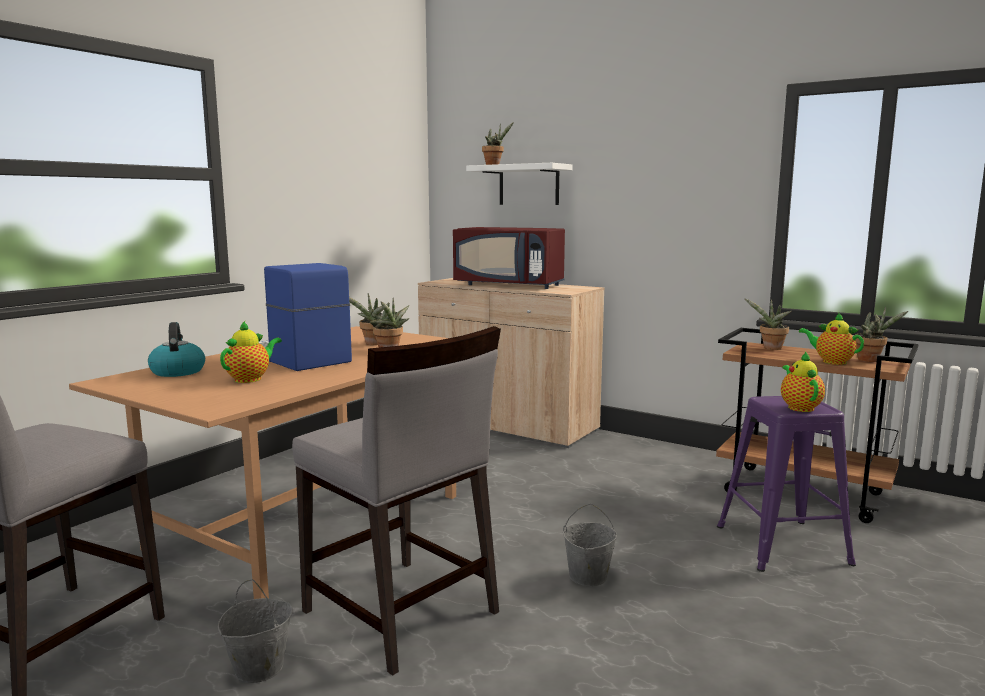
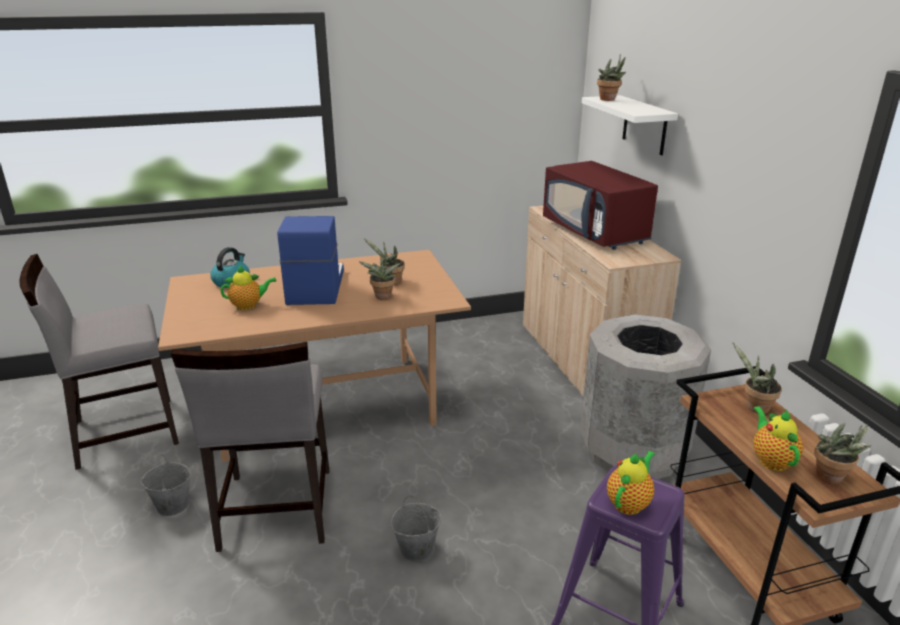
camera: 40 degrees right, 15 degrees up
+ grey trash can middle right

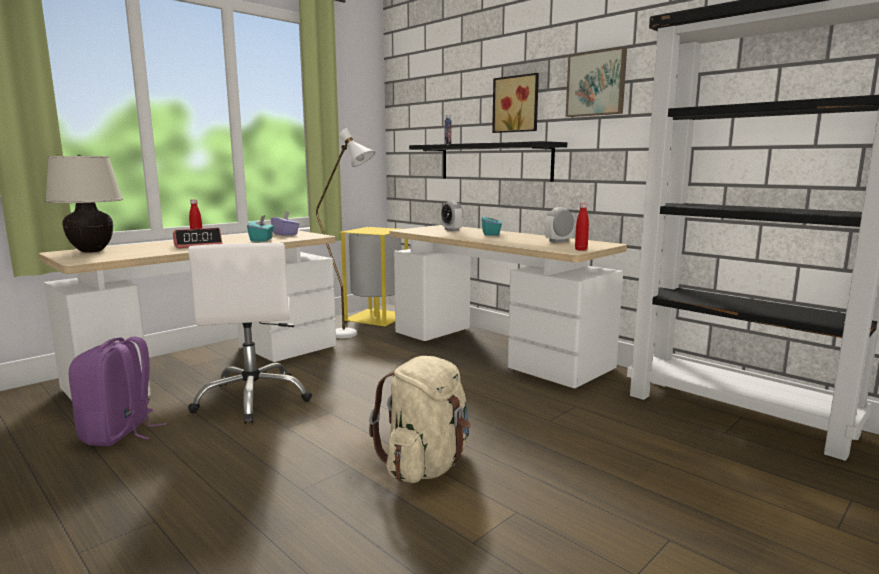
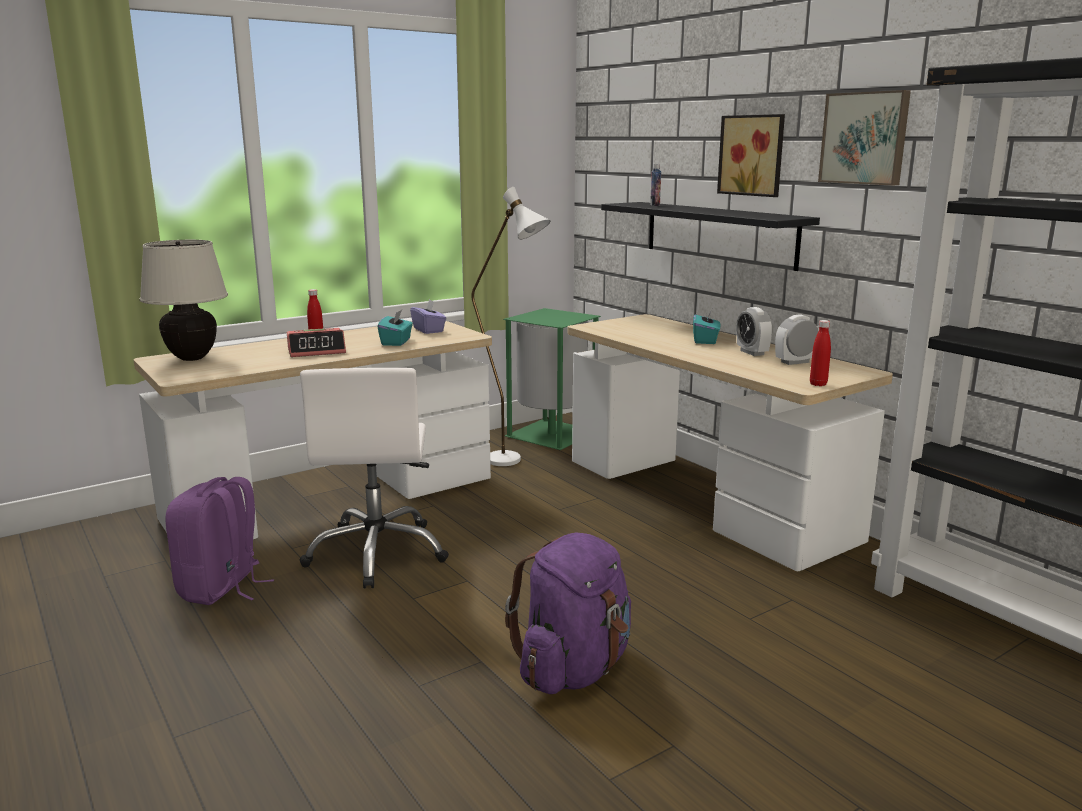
camera: 10 degrees right, 5 degrees up
~ yellow trash can centre to green trash can centre
~ beige backpack bottom centre to purple backpack (no. 2 from left) bottom centre
~ alarm clock (no. 2 from left) centre to middle right

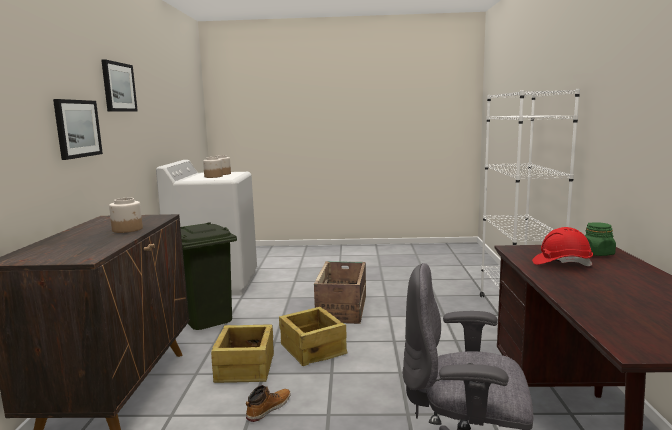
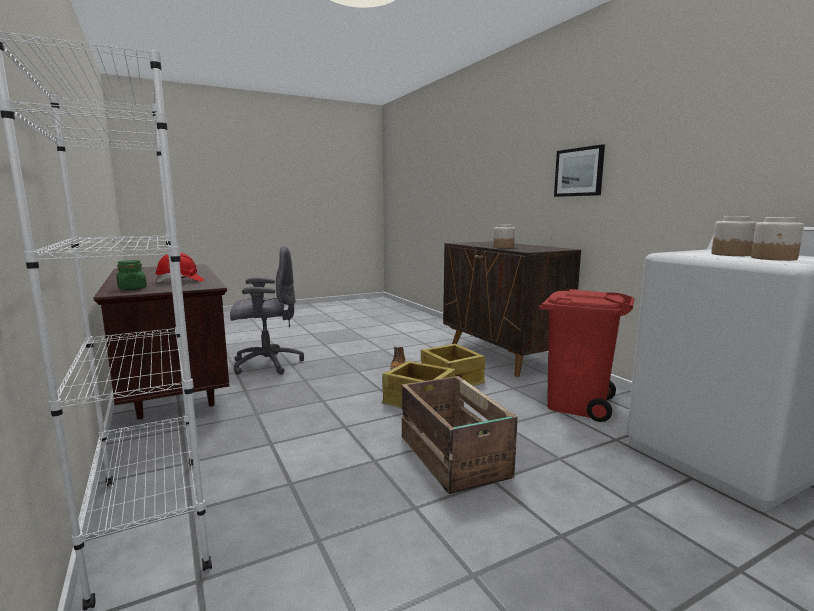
camera: 150 degrees right, 0 degrees up
- picture (no. 2 from left) top left
~ green trash can middle left to red trash can middle right

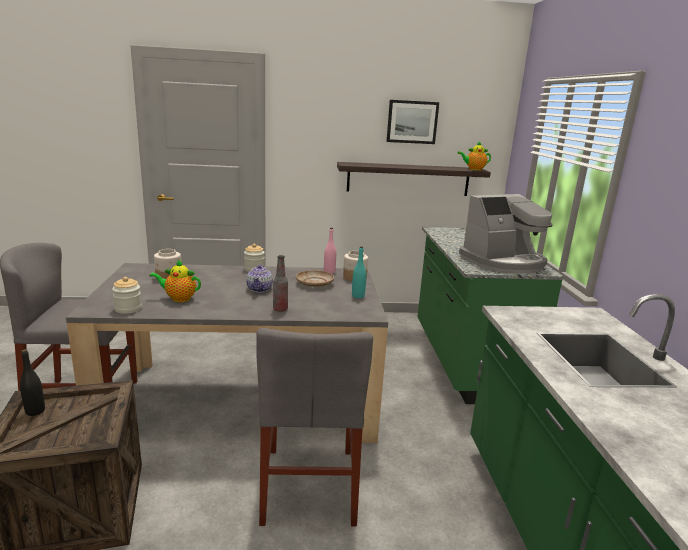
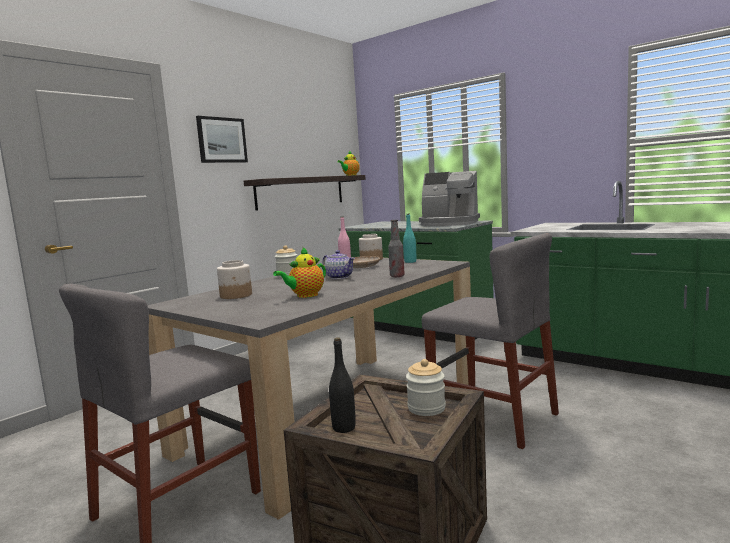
camera: 45 degrees left, 10 degrees down
~ jar (no. 1 from left in the first image) middle left to jar (no. 4 from left) bottom centre
~ picture top centre to top left
~ coffee machine middle right = centre 90 degrees clockwise

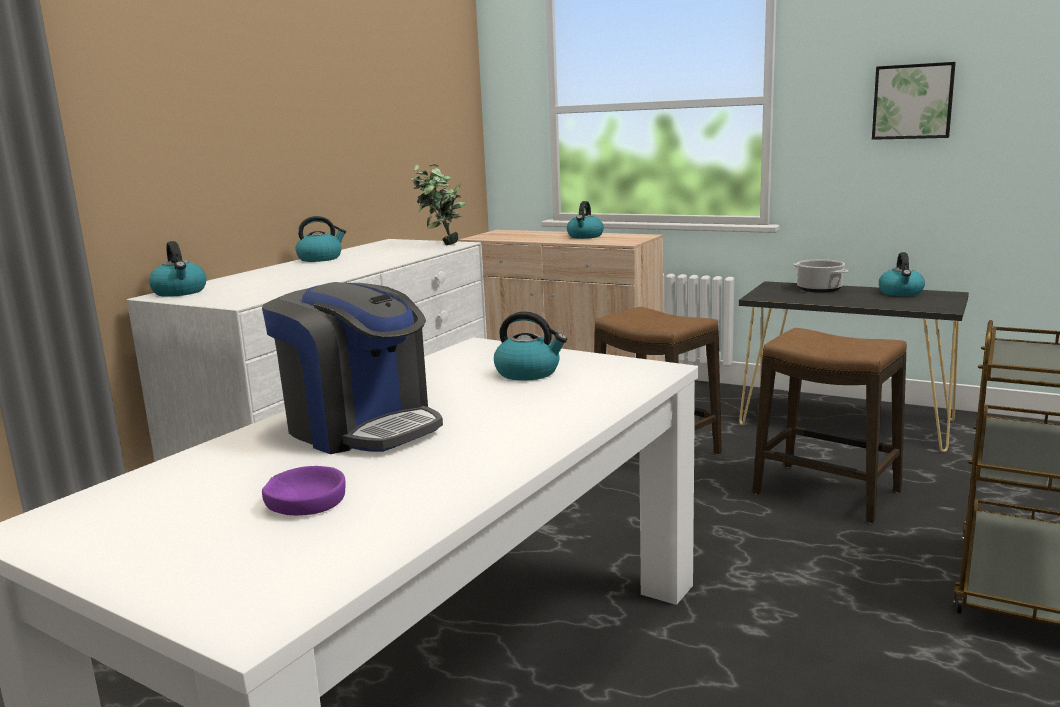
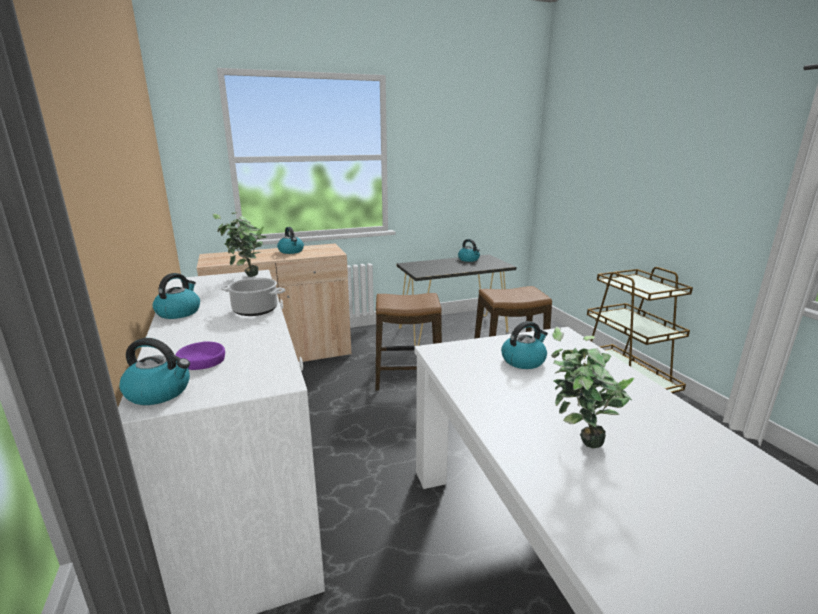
camera: 50 degrees left, 5 degrees up
~ coffee machine middle left to potted plant (no. 2 from left) middle right
~ purple bowl bottom left to middle left
~ cooking pot middle right to middle left
- picture top right

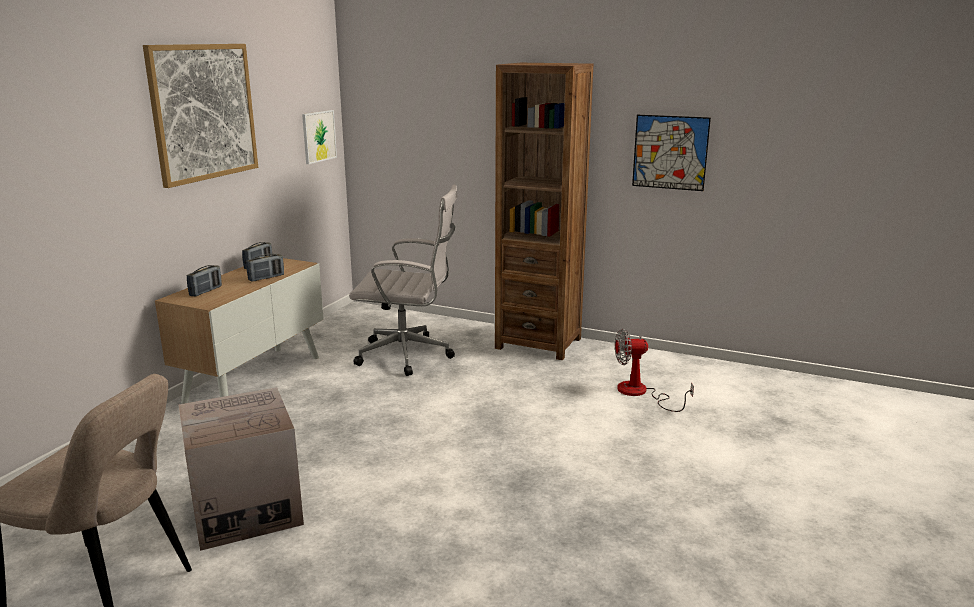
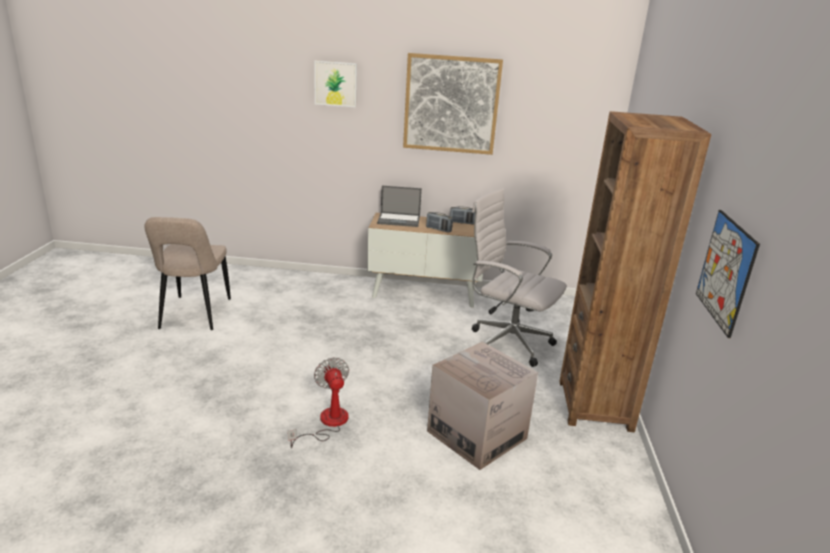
camera: 70 degrees right, 5 degrees up
~ cardboard box bottom left to bottom centre
~ radio (no. 1 from left) middle left to laptop centre
~ picture (no. 2 from left in the first image) top left to picture (no. 1 from left) top centre
~ white office chair centre = centre 135 degrees clockwise
~ fan middle right to bottom centre

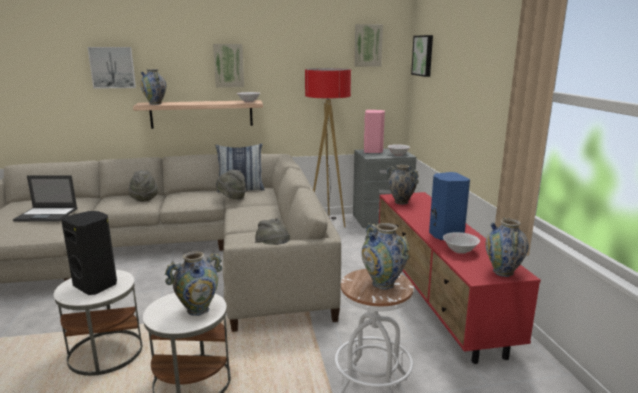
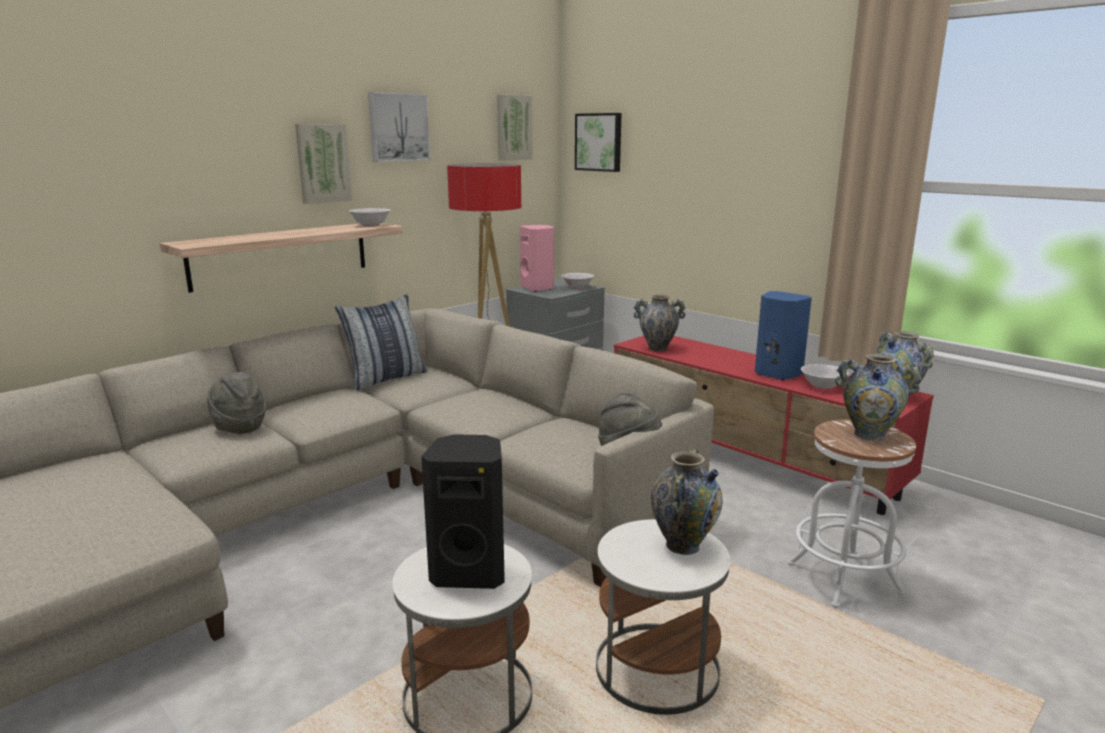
camera: 35 degrees left, 0 degrees up
- laptop middle left
~ picture (no. 1 from left in the first image) top left to picture (no. 2 from left) top centre
- vase (no. 1 from left) top left
- grey hat (no. 2 from left) centre

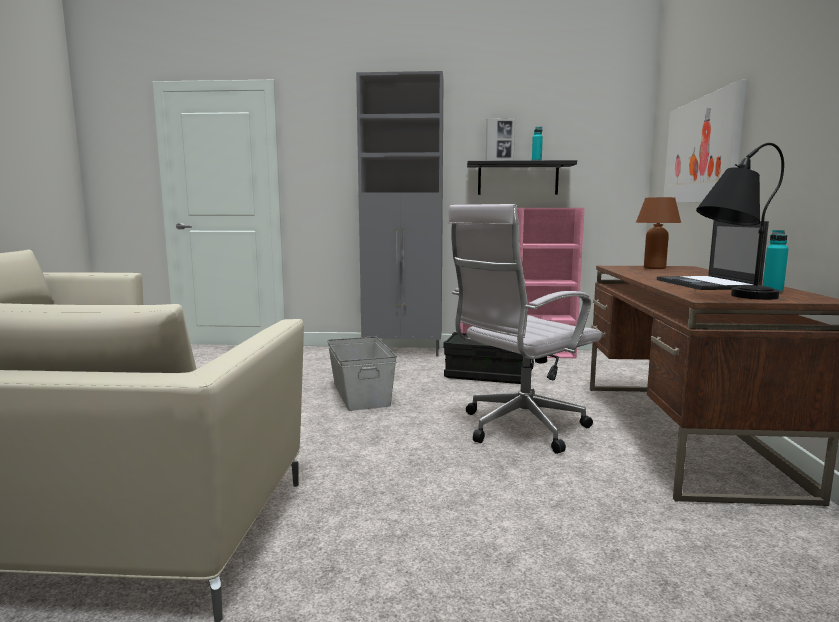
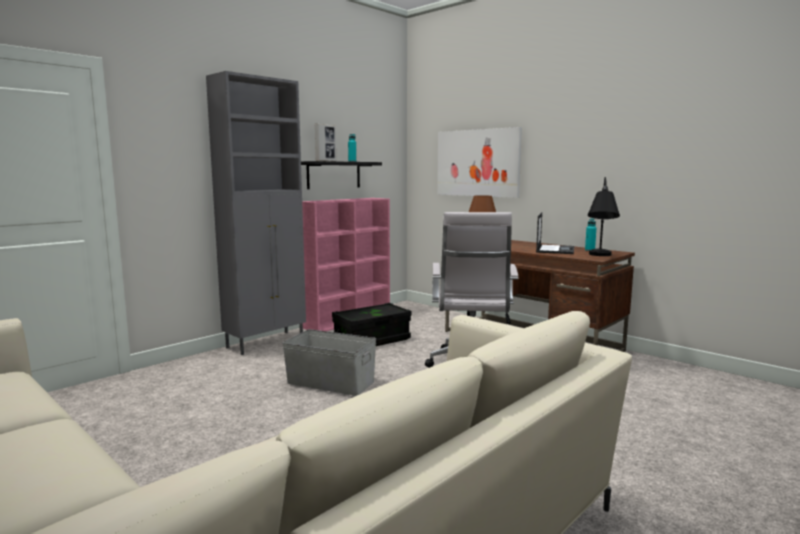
camera: 50 degrees left, 0 degrees up
~ laptop middle right = middle right 105 degrees counterclockwise

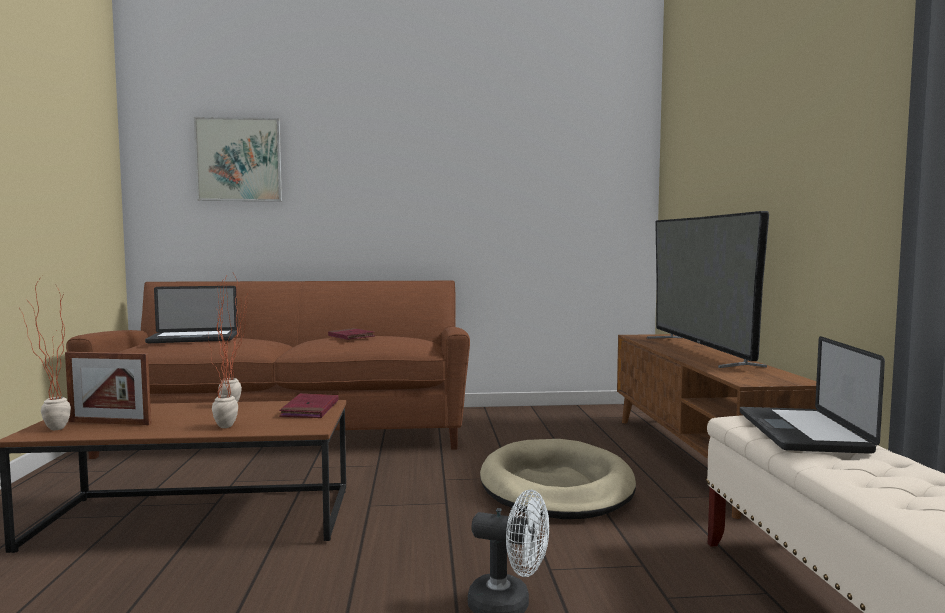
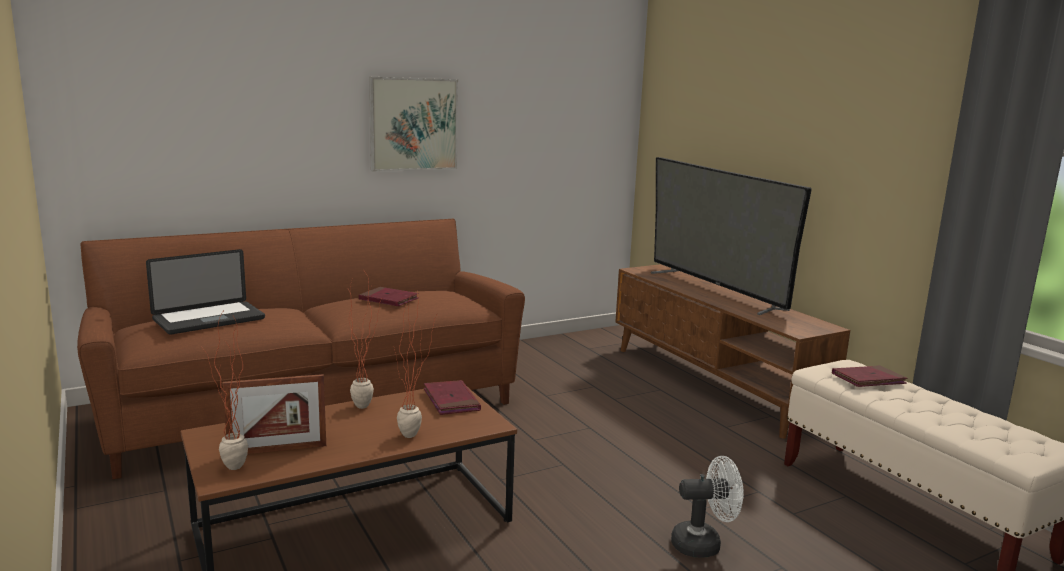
camera: 25 degrees left, 10 degrees up
~ picture top left to top centre
- beige dog bed bottom centre
~ laptop (no. 2 from left) middle right to red book (no. 3 from left) middle right

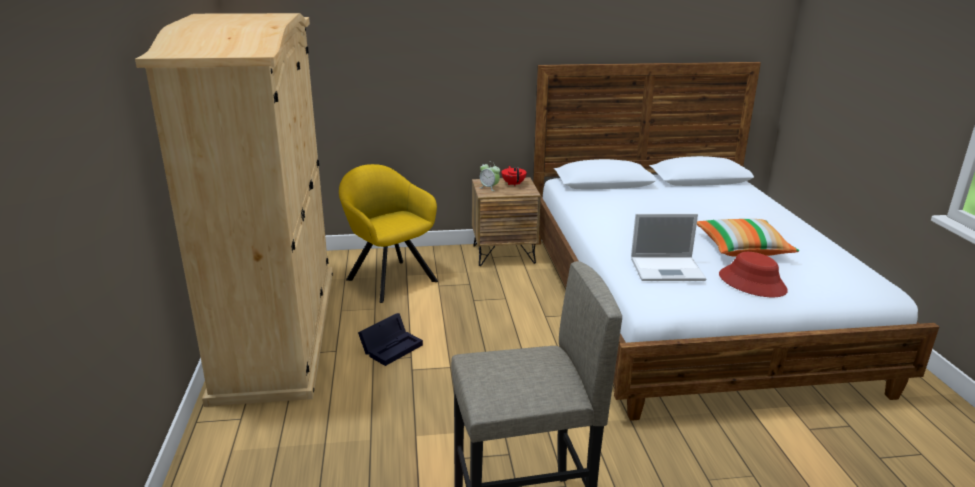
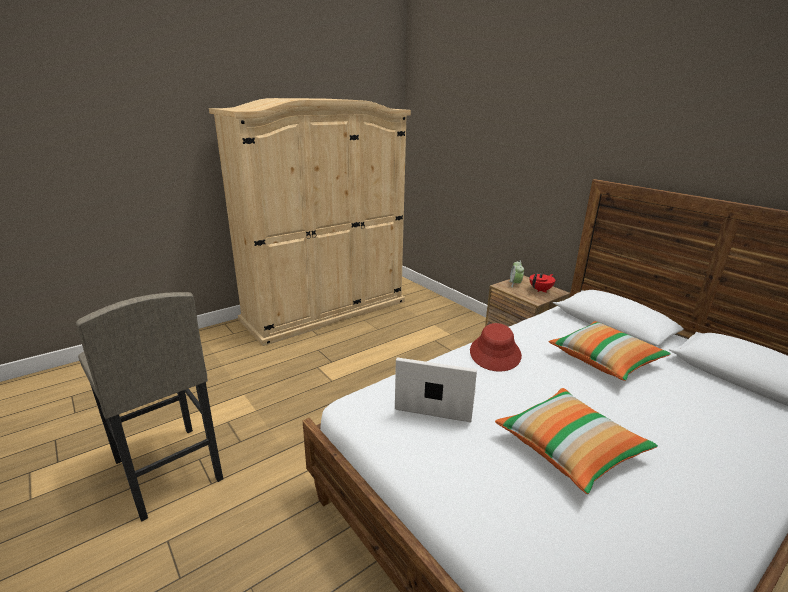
camera: 60 degrees right, 0 degrees up
- yellow armchair centre
- black storage box bottom centre
~ laptop middle right = centre 135 degrees clockwise
~ red hat middle right to centre
+ pillow (no. 2 from left) middle right

